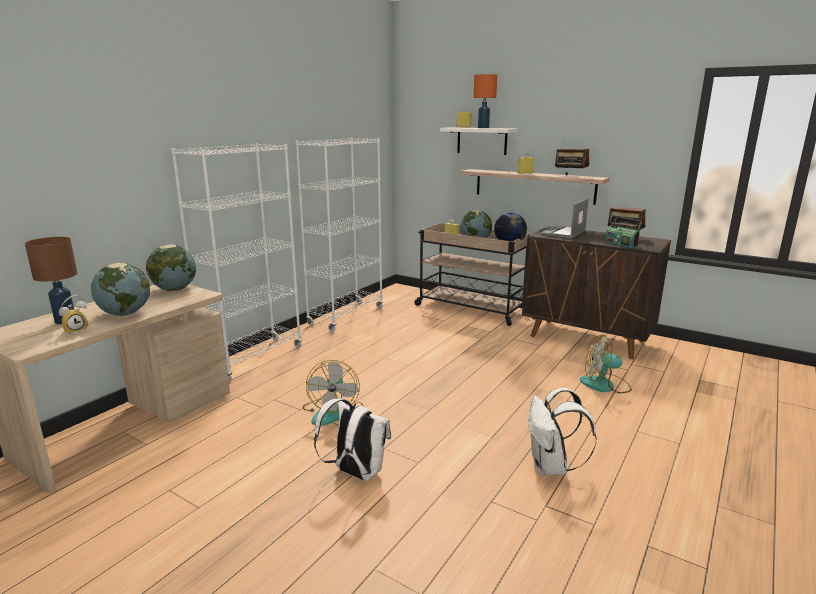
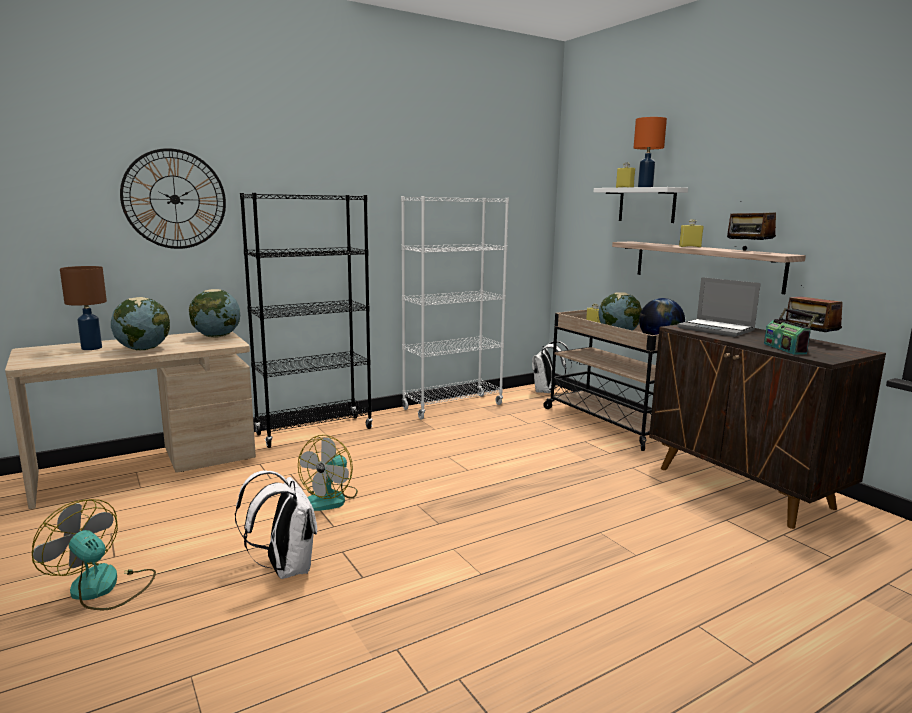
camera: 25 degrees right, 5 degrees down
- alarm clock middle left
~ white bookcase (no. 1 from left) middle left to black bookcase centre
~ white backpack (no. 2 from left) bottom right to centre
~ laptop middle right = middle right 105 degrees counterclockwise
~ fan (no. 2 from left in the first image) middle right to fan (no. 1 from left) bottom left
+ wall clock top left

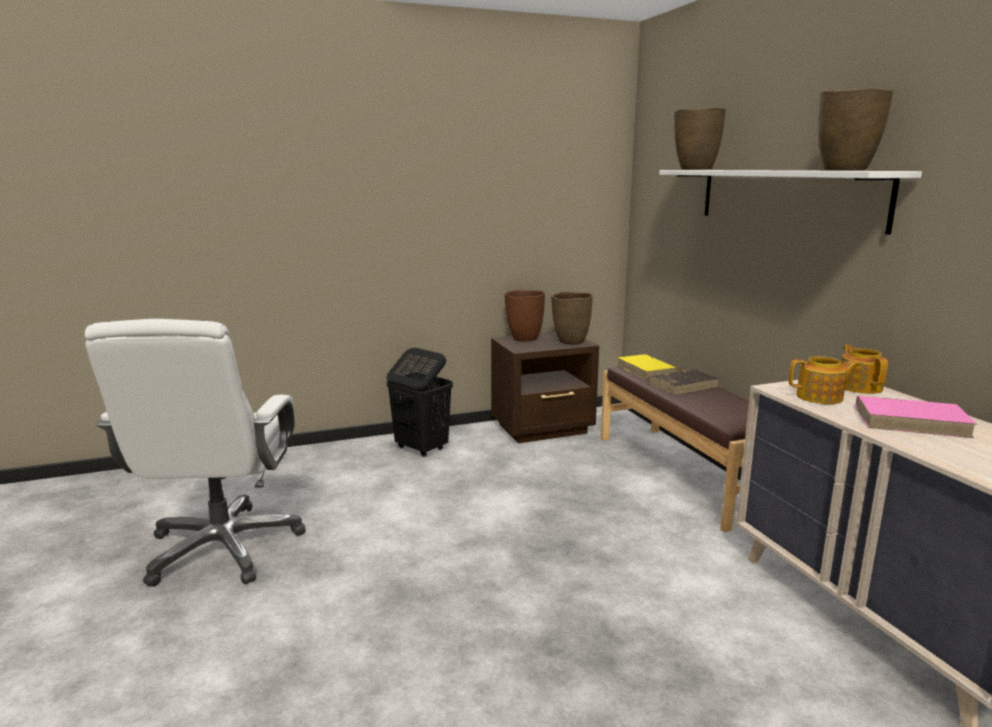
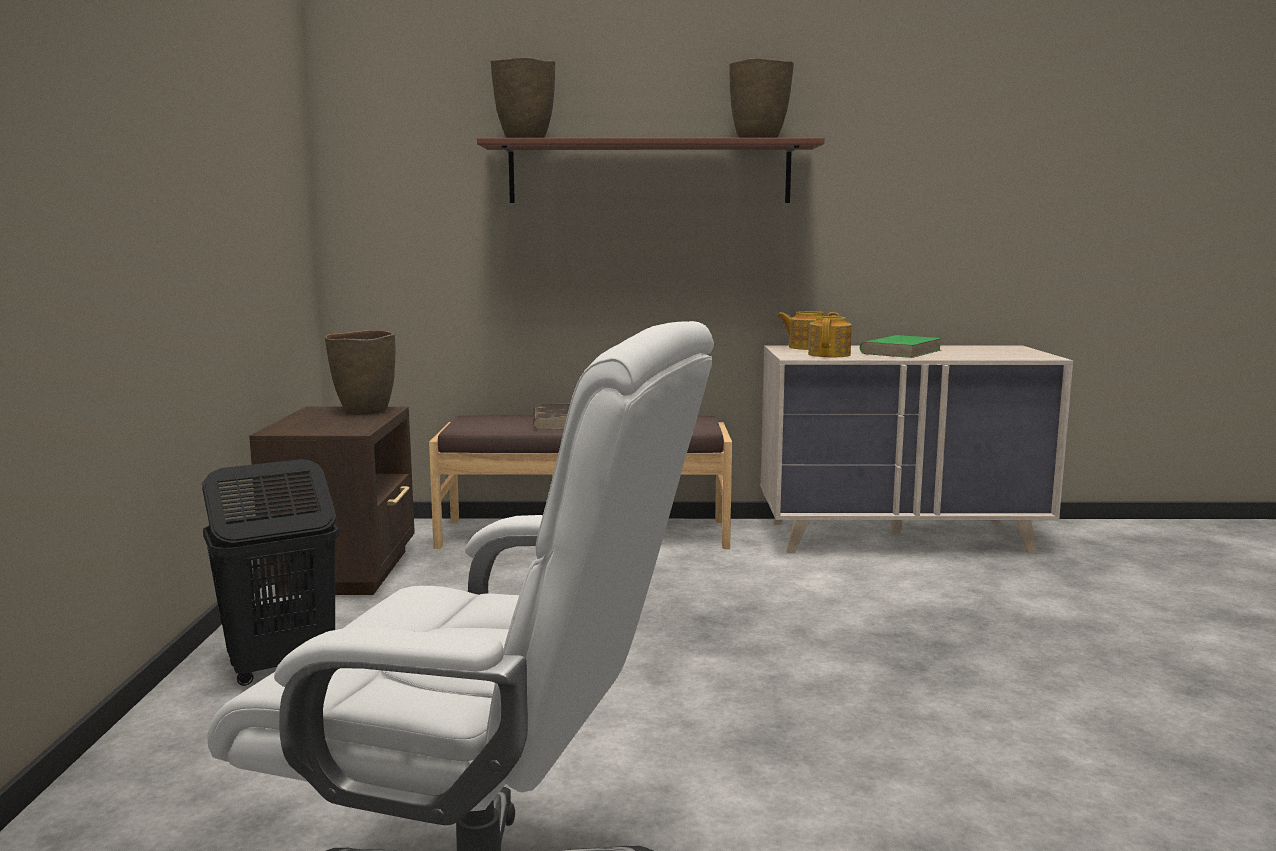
camera: 70 degrees left, 5 degrees down
- brown vase (no. 1 from left) centre
- yellow book centre
~ white shelf top right to brown shelf top centre
~ pink book middle right to green book middle right

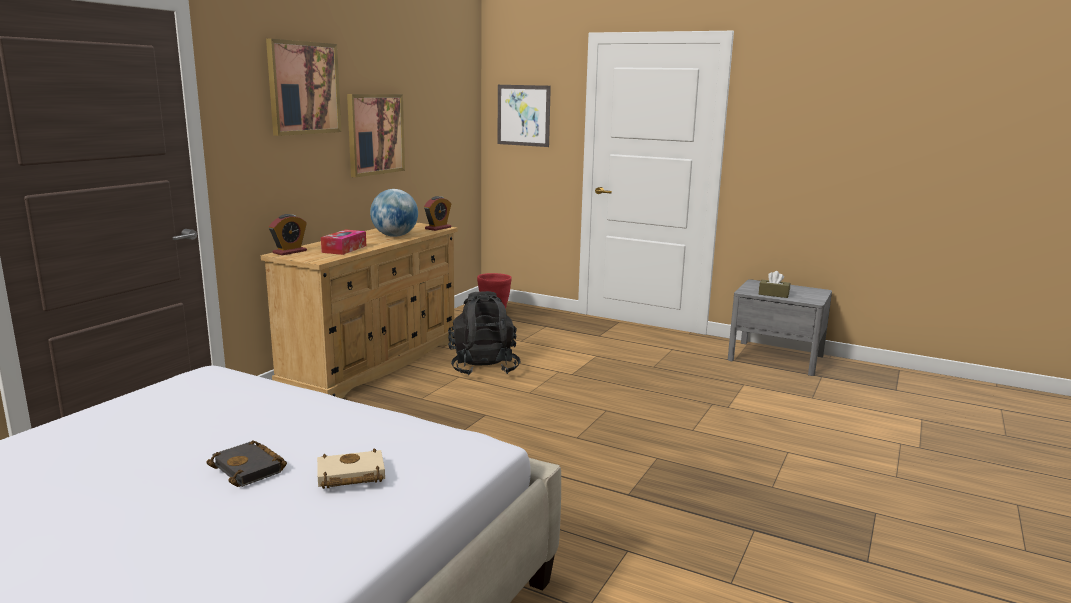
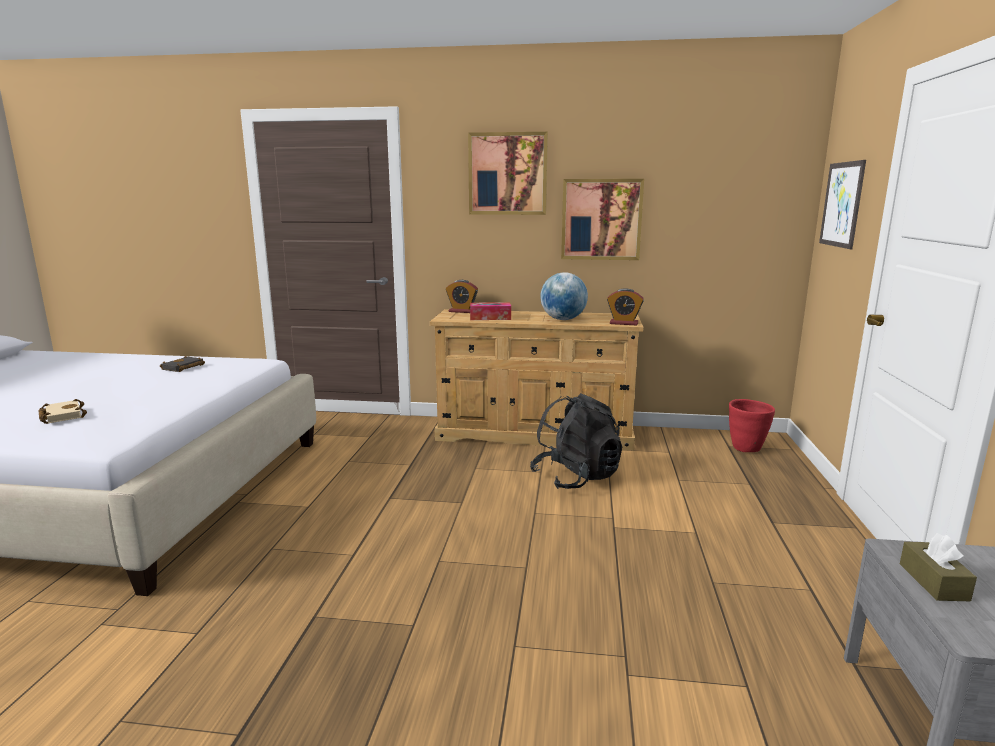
camera: 70 degrees right, 0 degrees up
~ black book bottom left to middle left

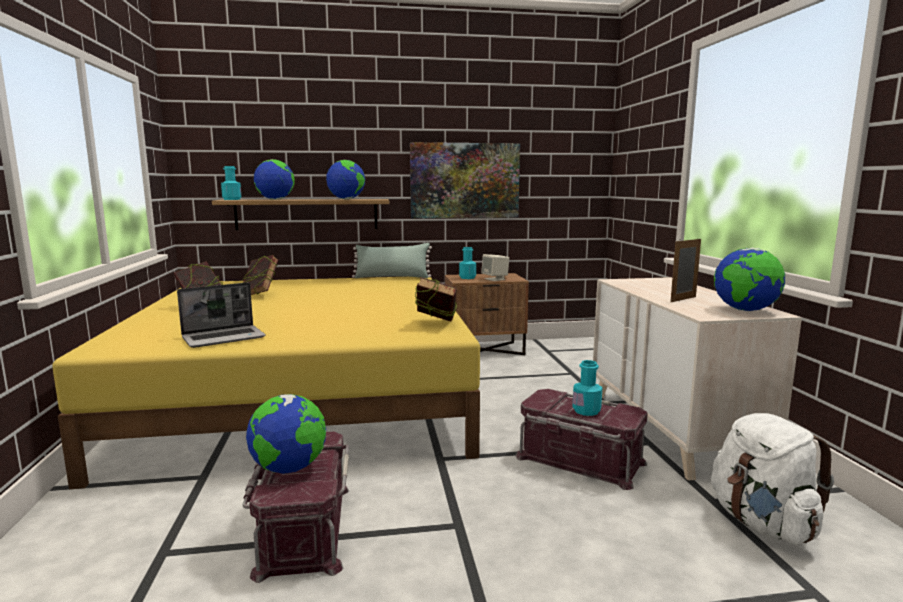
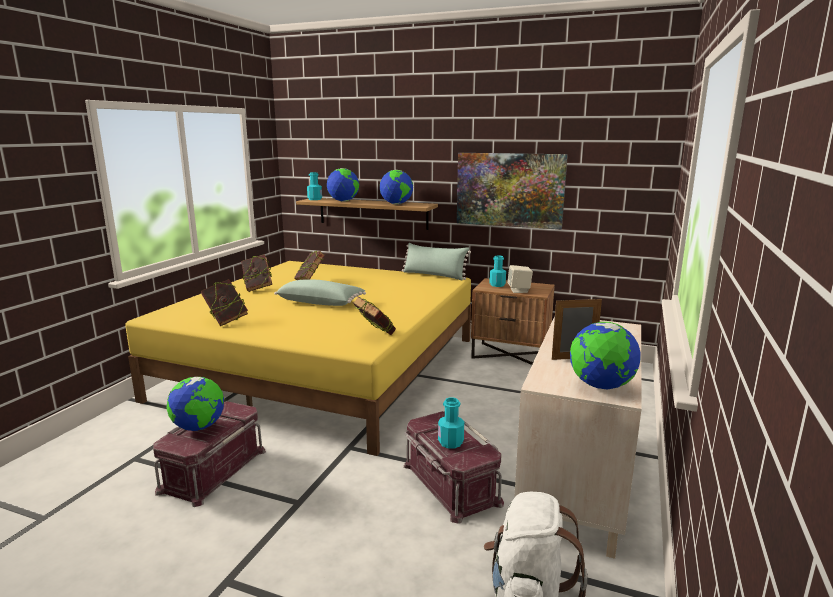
camera: 30 degrees right, 5 degrees up
~ laptop middle left to book (no. 1 from left) middle left
+ green pillow (no. 1 from left) centre

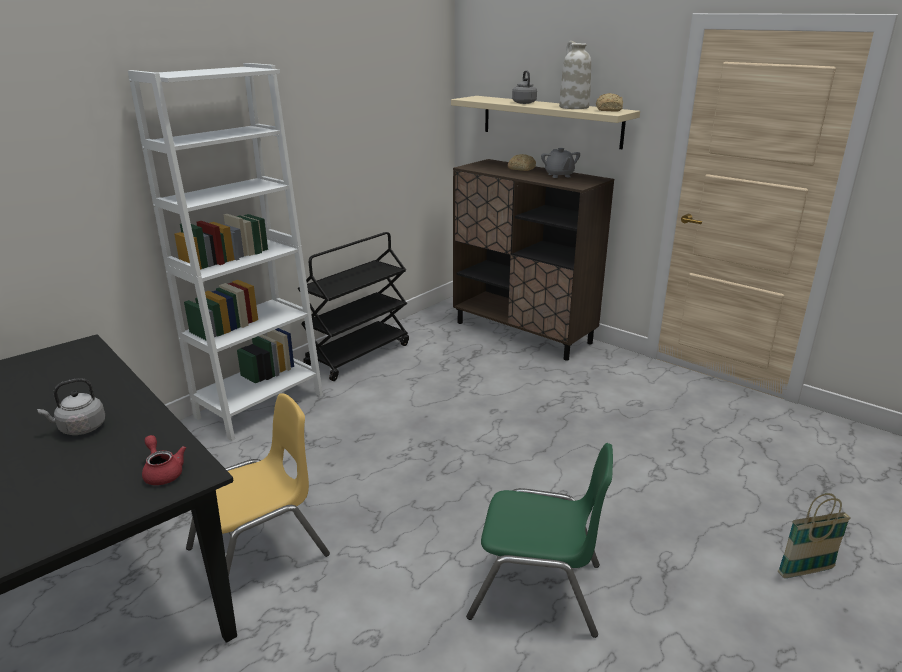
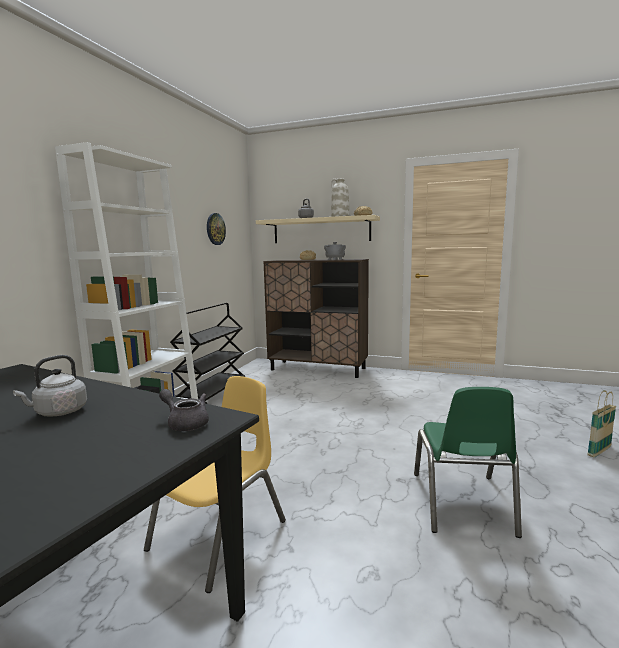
camera: 20 degrees left, 15 degrees down
~ red teapot bottom left to grey teapot (no. 1 from left) middle left
~ green chair bottom centre = bottom right 105 degrees clockwise
+ wall clock centre

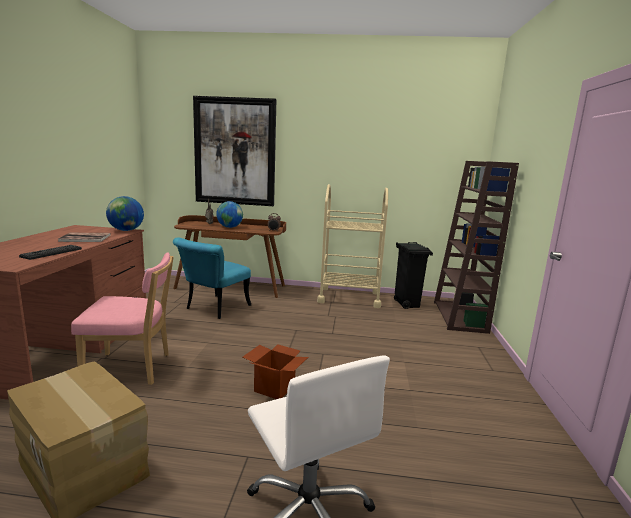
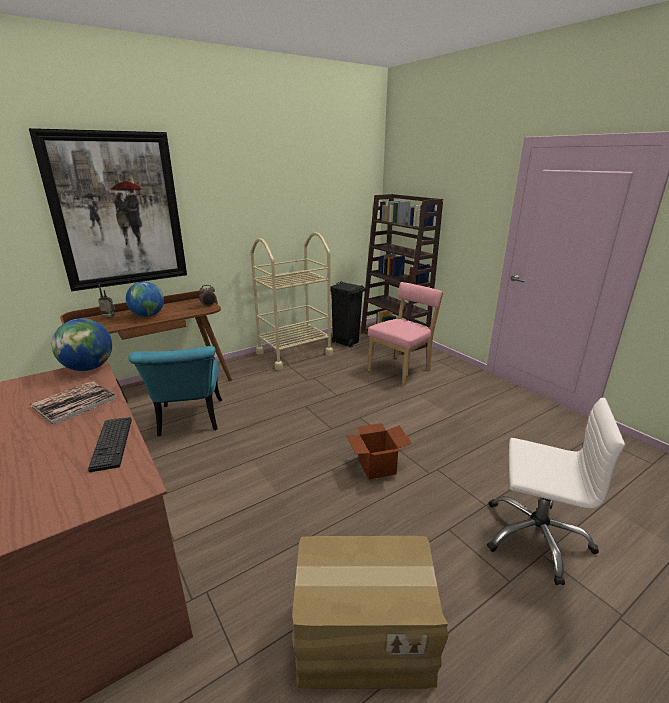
camera: 40 degrees left, 10 degrees up
~ pink chair middle left to centre

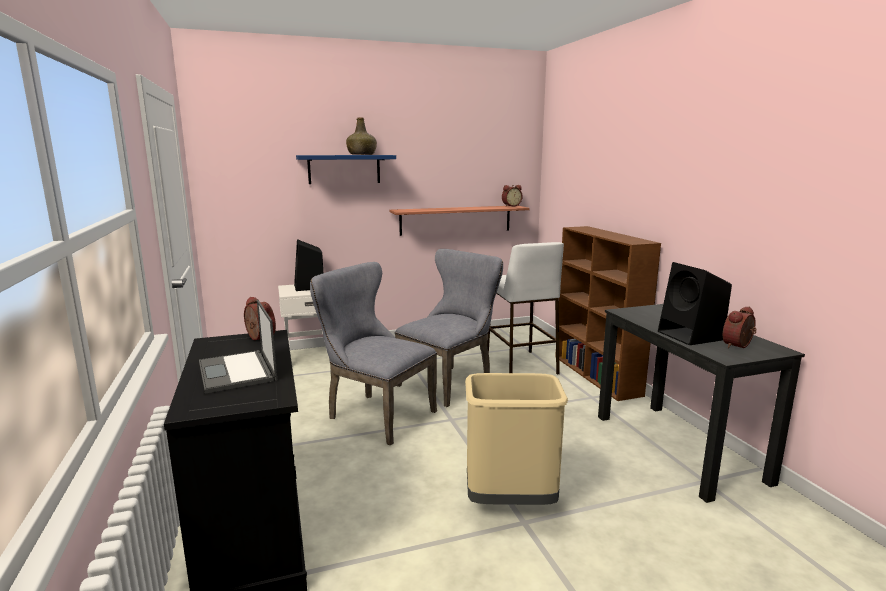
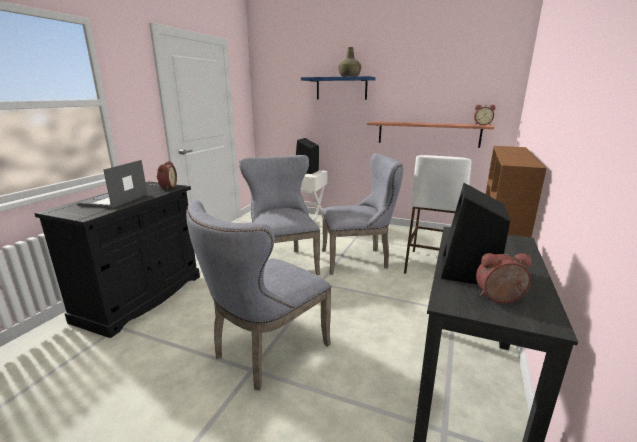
camera: 40 degrees right, 5 degrees up
~ beige trash can bottom centre to grey chair (no. 1 from left) bottom centre

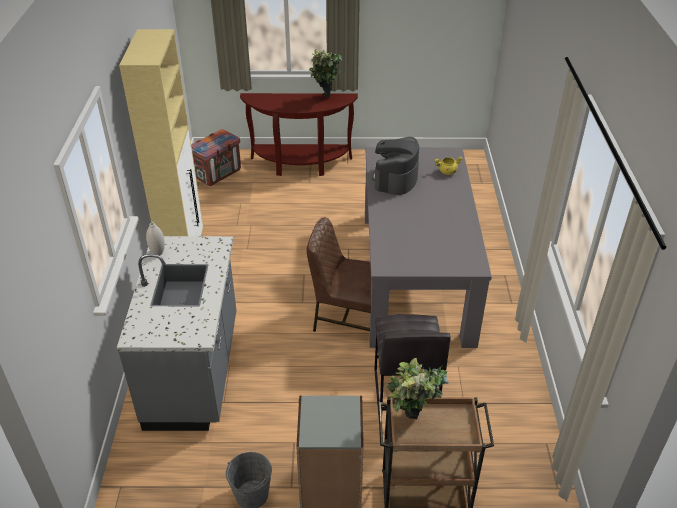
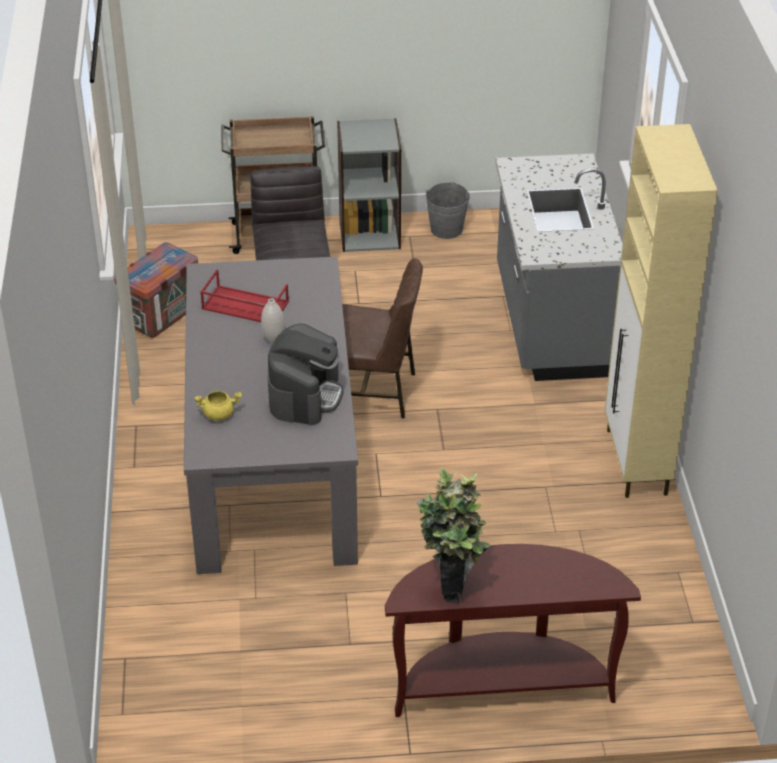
camera: 175 degrees right, 0 degrees up
~ white vase middle left to centre
~ crate top left to middle left
- potted plant (no. 2 from left) bottom centre
+ red tray middle left

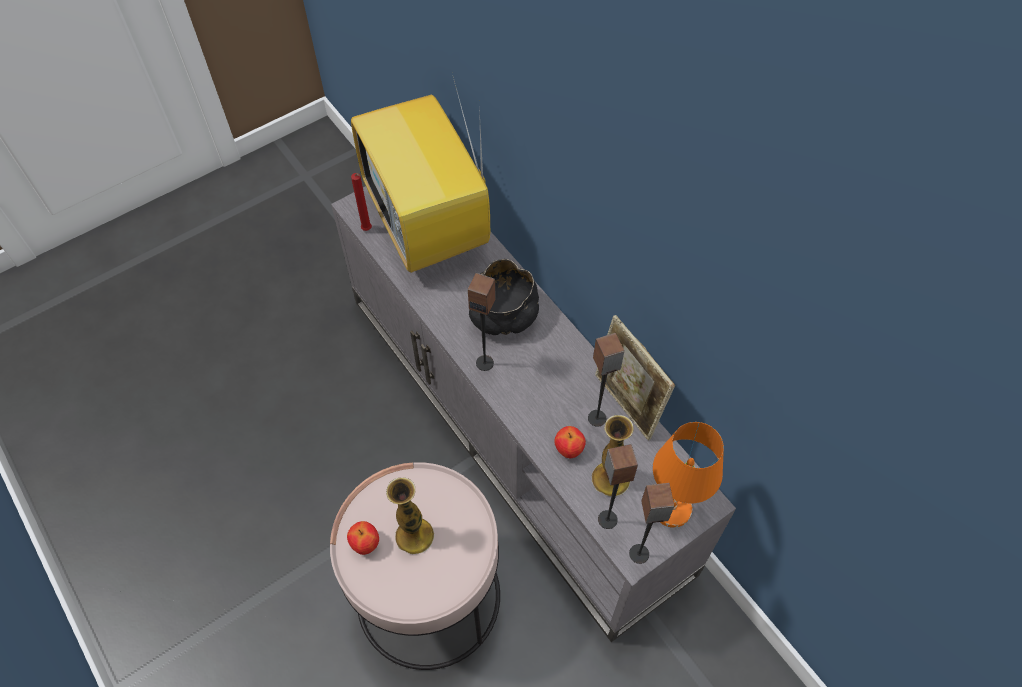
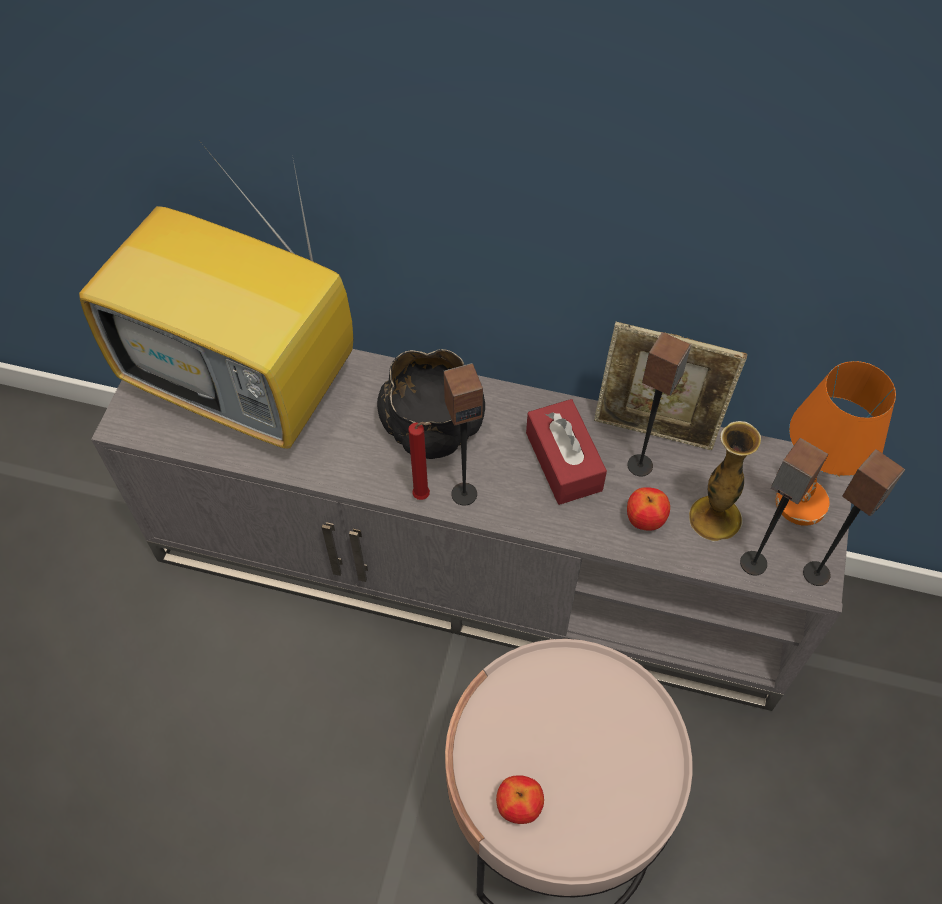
camera: 40 degrees left, 0 degrees up
~ red candle top centre to centre
- vase (no. 1 from left) bottom centre
+ red tissue box centre

